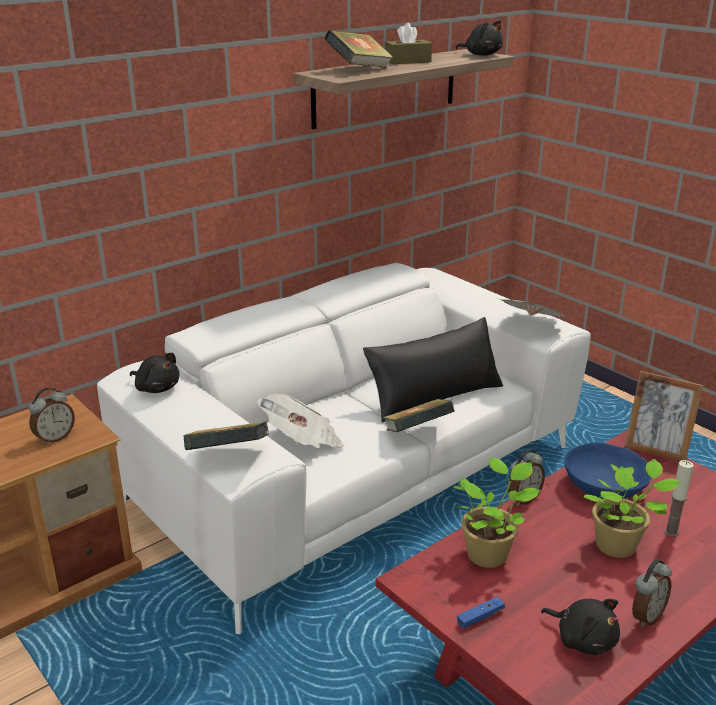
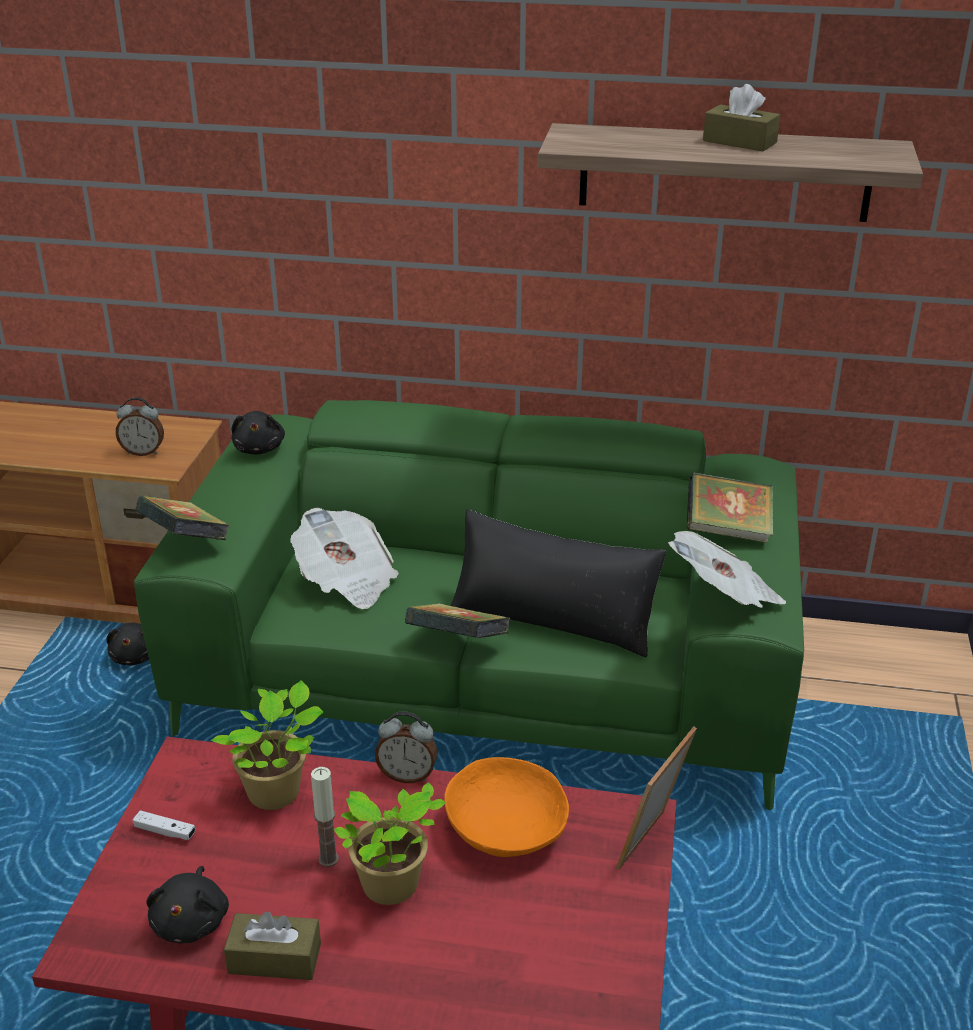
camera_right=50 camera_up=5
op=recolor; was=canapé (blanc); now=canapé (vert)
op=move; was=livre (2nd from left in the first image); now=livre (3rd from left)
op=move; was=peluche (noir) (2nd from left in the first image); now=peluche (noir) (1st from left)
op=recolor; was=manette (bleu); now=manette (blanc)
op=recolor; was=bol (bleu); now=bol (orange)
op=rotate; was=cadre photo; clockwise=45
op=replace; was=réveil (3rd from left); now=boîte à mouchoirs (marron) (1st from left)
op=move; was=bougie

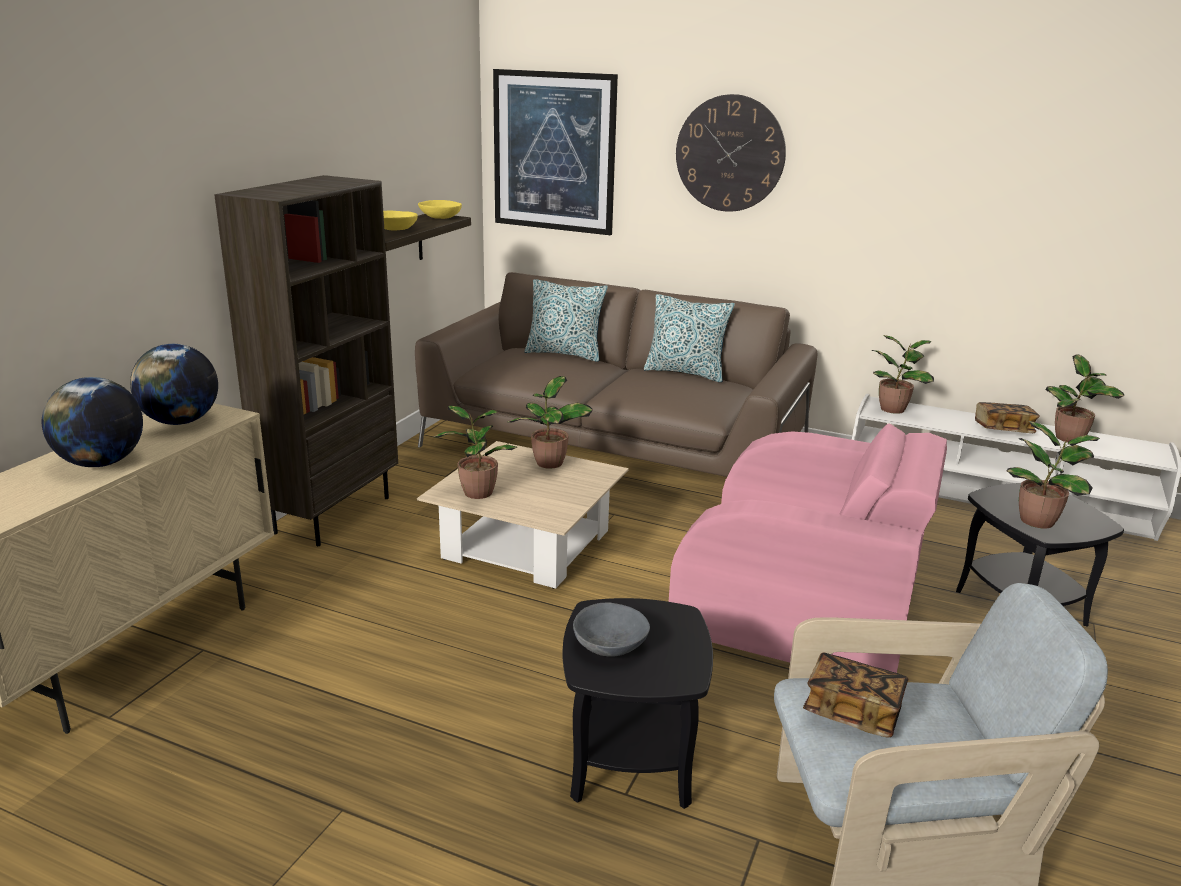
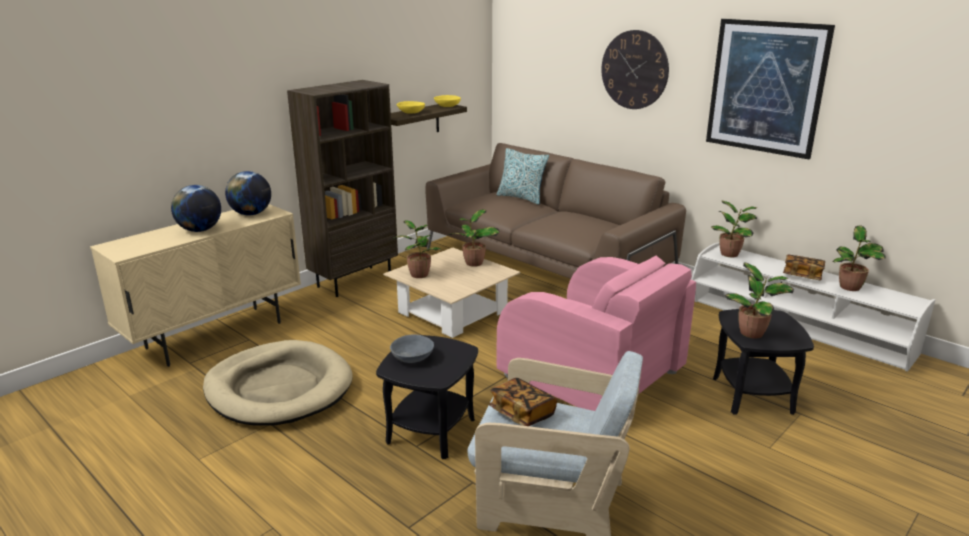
camera_right=20 camera_up=0
op=move; was=tableau
op=delete; was=coussin (2nd from left)
op=insert; now=panier pour chien (beige)

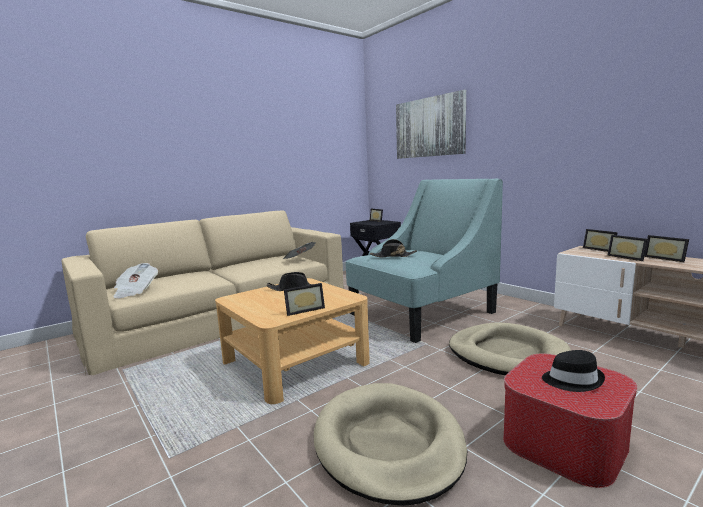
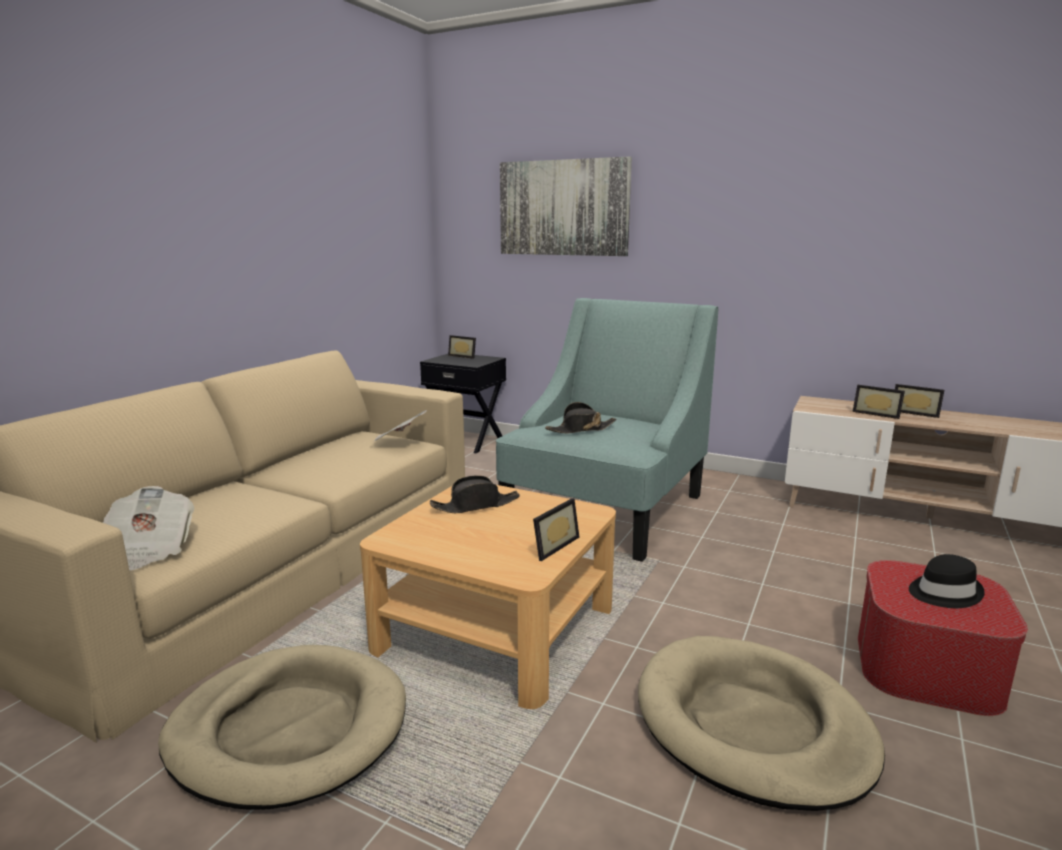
camera_right=-25 camera_up=5
op=move; was=panier pour chien (beige) (2nd from left in the first image); now=panier pour chien (beige) (1st from left)
op=delete; was=cadre photo (3rd from left)

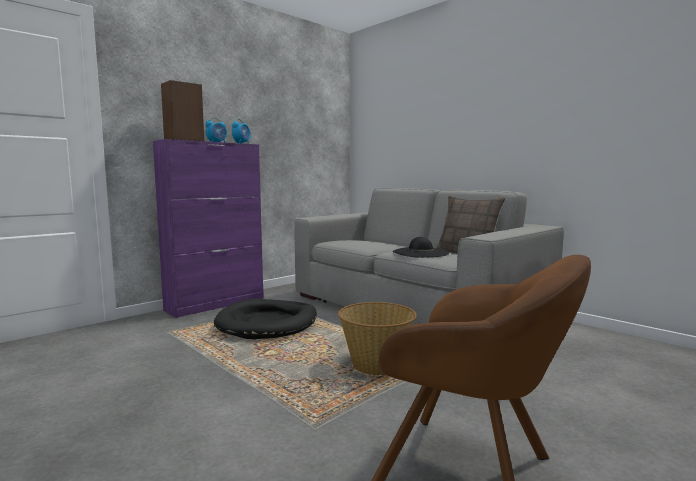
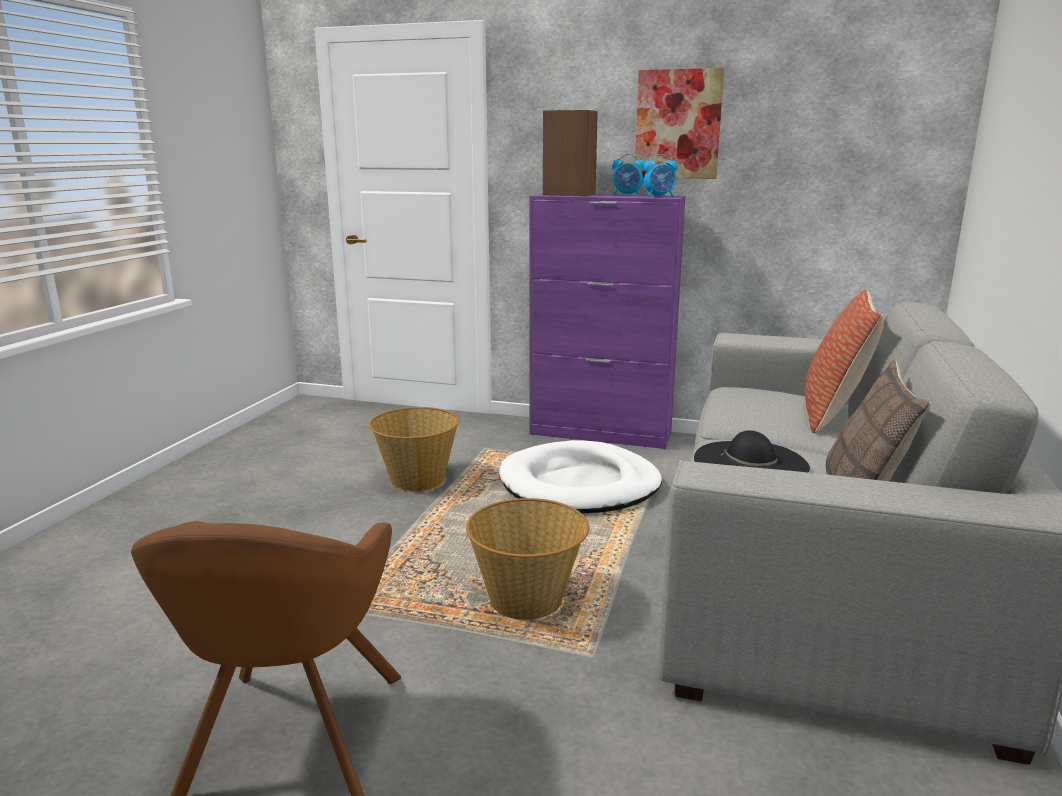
camera_right=60 camera_up=10
op=recolor; was=panier pour chien (noir); now=panier pour chien (blanc)
op=insert; now=panier (1st from left)
op=insert; now=tableau
op=insert; now=coussin (1st from left)

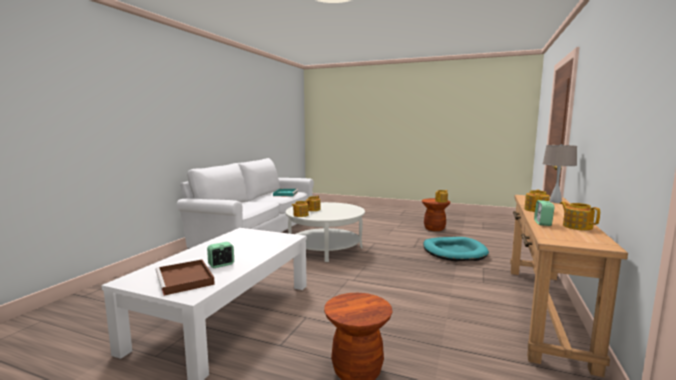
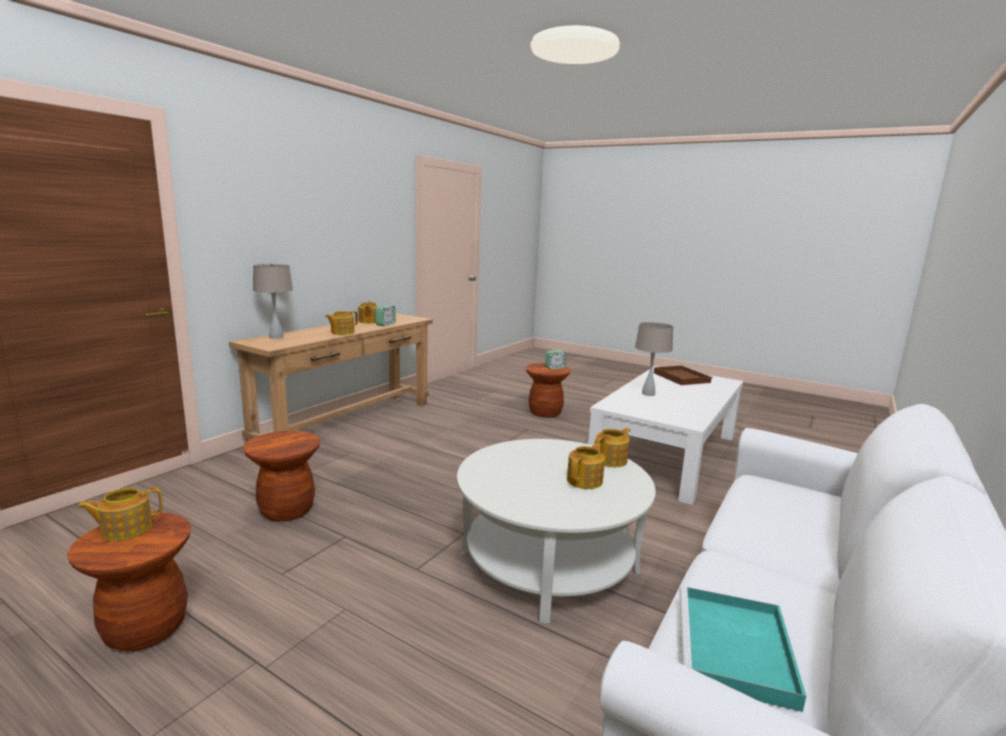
camera_right=-170 camera_up=5
op=move; was=réveil (1st from left in the first image); now=réveil (2nd from left)
op=replace; was=panier pour chien (turquoise); now=tabouret (marron) (2nd from left)
op=insert; now=lampe de table (beige) (2nd from left)

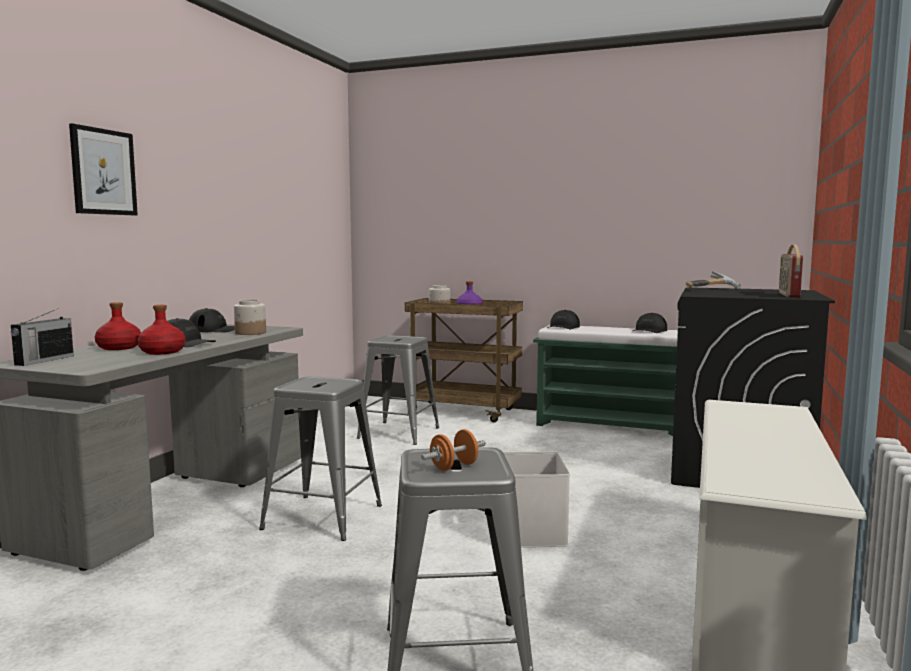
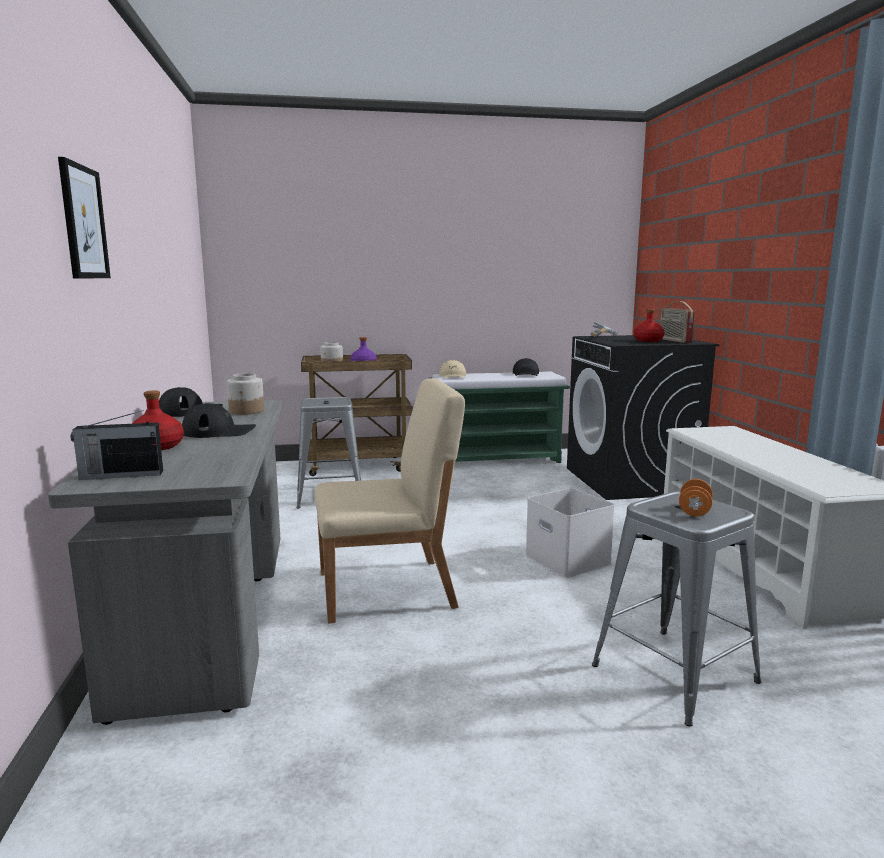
camera_right=-30 camera_up=5
op=rotate; was=radio (1st from left); clockwise=90
op=move; was=bouteille (rouge) (2nd from left)
op=replace; was=tabouret (gris) (1st from left); now=chaise (beige)
op=recolor; was=casquette (noir) (3rd from left); now=casquette (beige)

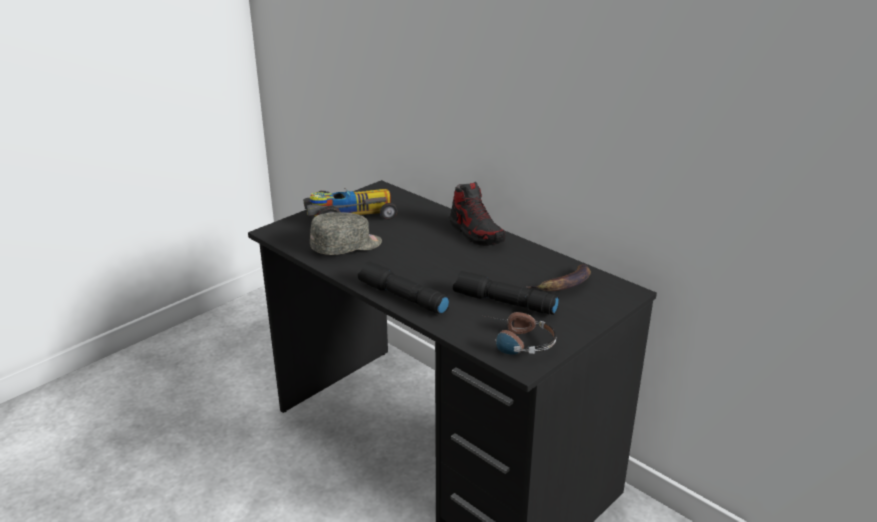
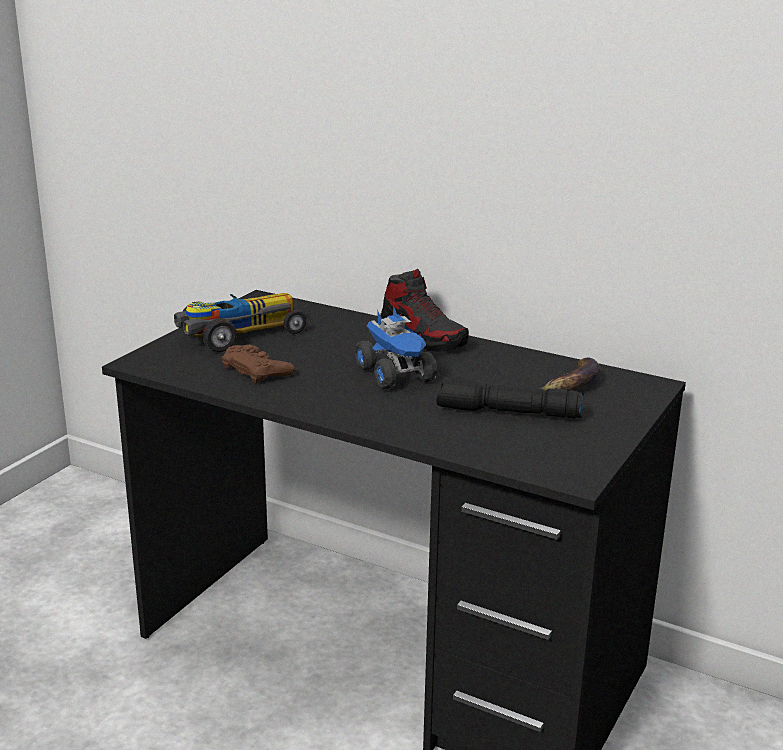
camera_right=-15 camera_up=-5
op=replace; was=casquette (gris); now=manette (marron)
op=delete; was=lampe de poche (noir) (1st from left)
op=delete; was=casque audio
op=insert; now=camion jouet

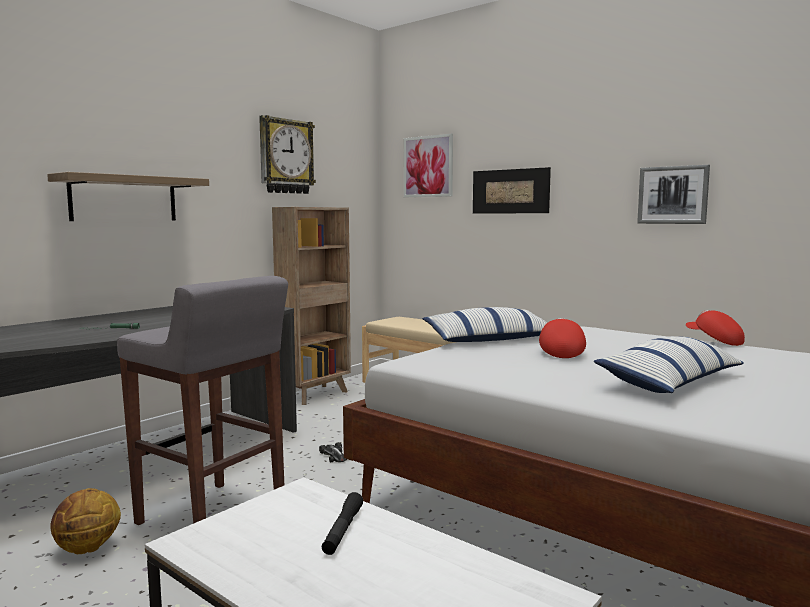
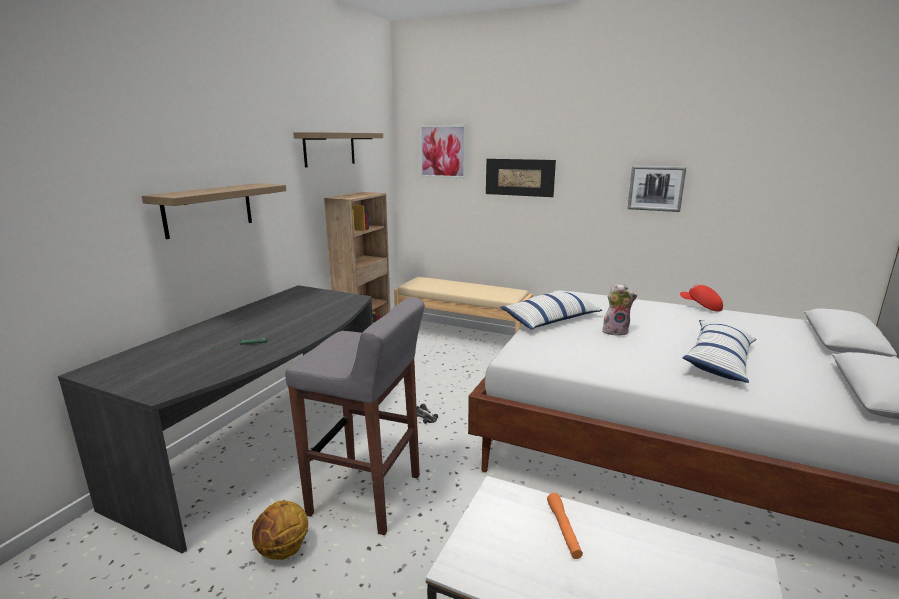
camera_right=-15 camera_up=10
op=replace; was=horloge murale; now=étagère (2nd from left)
op=recolor; was=lampe de poche (noir); now=lampe de poche (orange)
op=replace; was=casquette (rouge) (1st from left); now=peluche

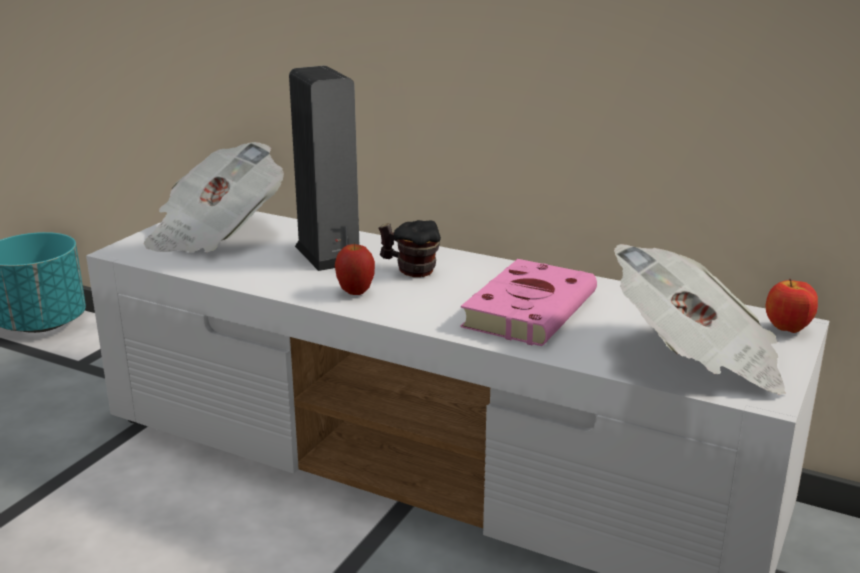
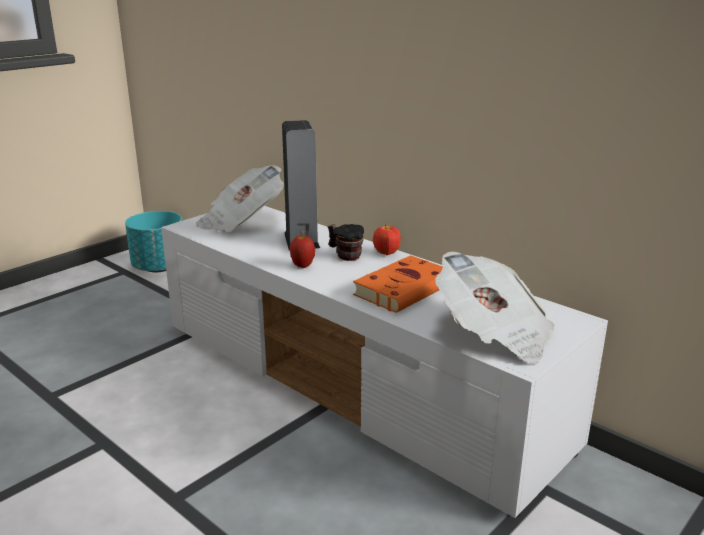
camera_right=15 camera_up=0
op=recolor; was=livre (rose); now=livre (orange)
op=move; was=pomme (2nd from left)

